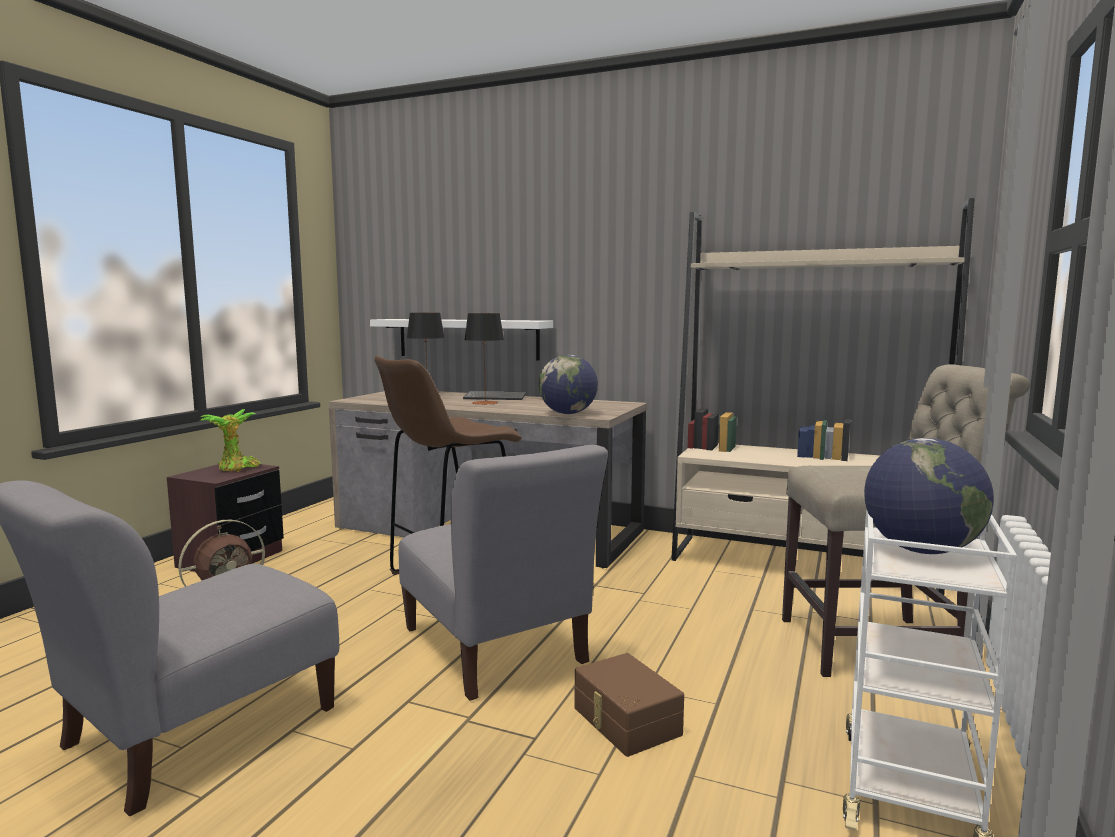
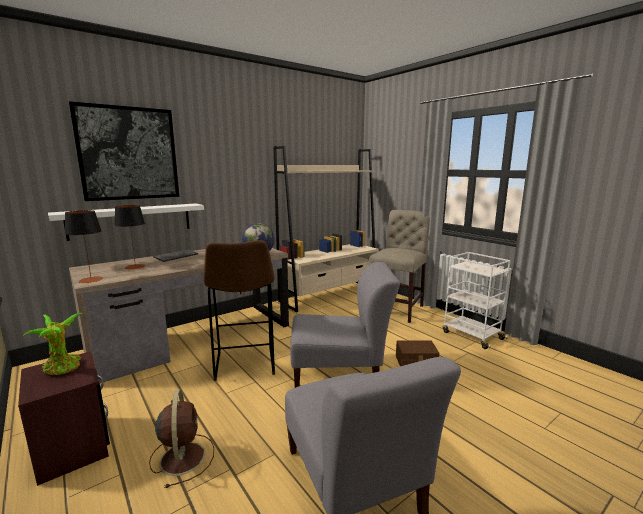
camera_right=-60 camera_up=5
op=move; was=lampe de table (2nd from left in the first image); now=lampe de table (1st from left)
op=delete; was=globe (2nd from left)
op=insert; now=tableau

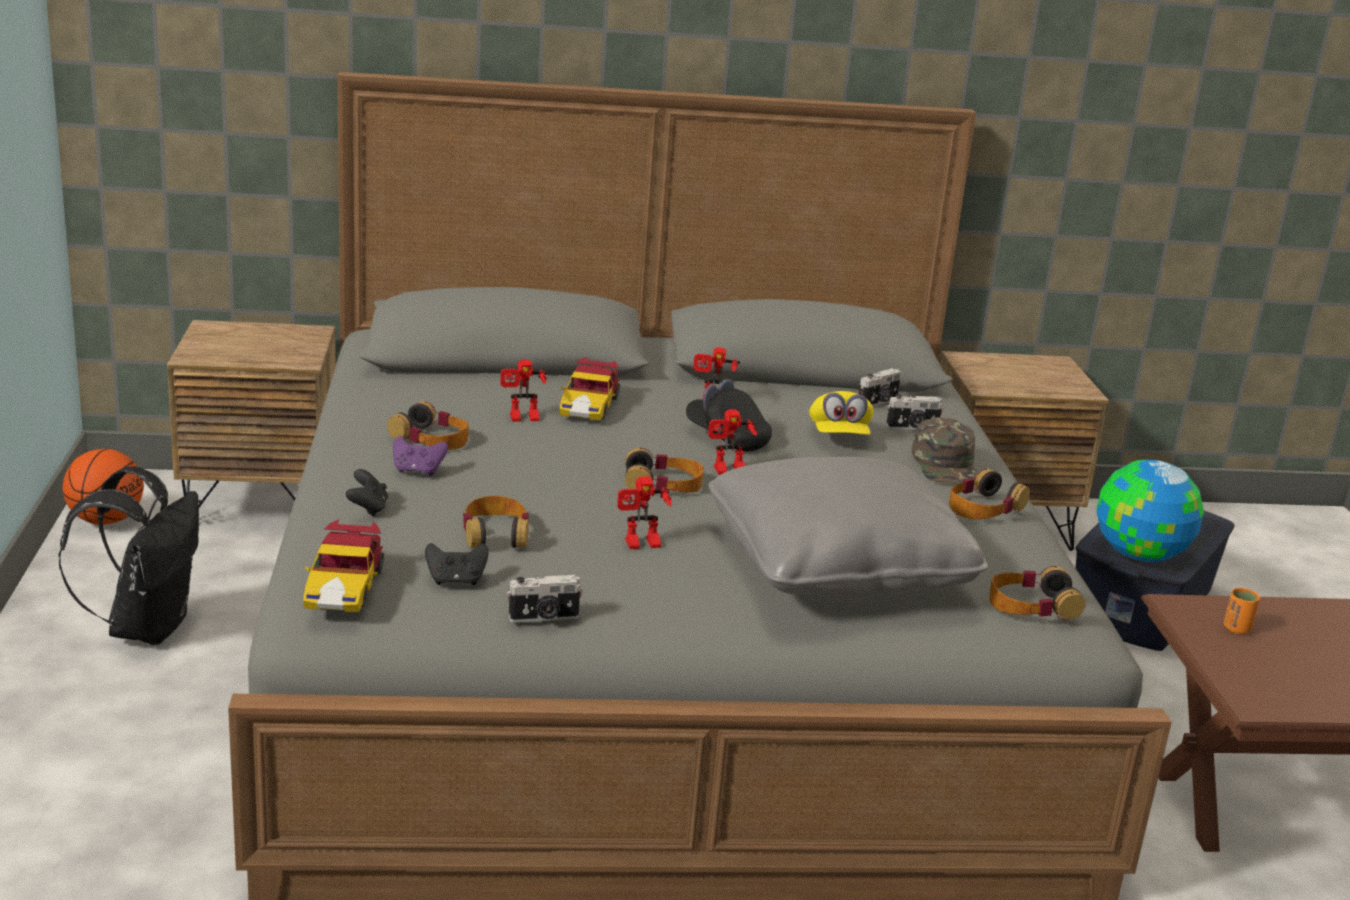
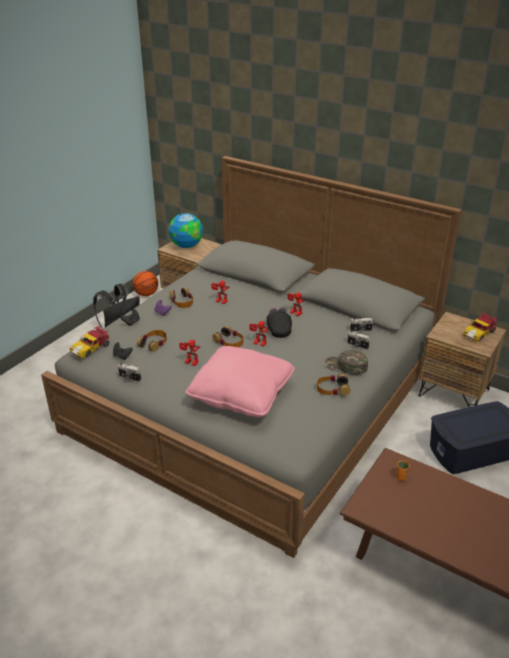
camera_right=40 camera_up=10
op=move; was=petite voiture (2nd from left)
op=recolor; was=coussin (gris); now=coussin (rose)
op=delete; was=casquette (jaune)
op=rotate; was=casquette (vert); clockwise=75
op=delete; was=casque audio (5th from left)
op=move; was=globe

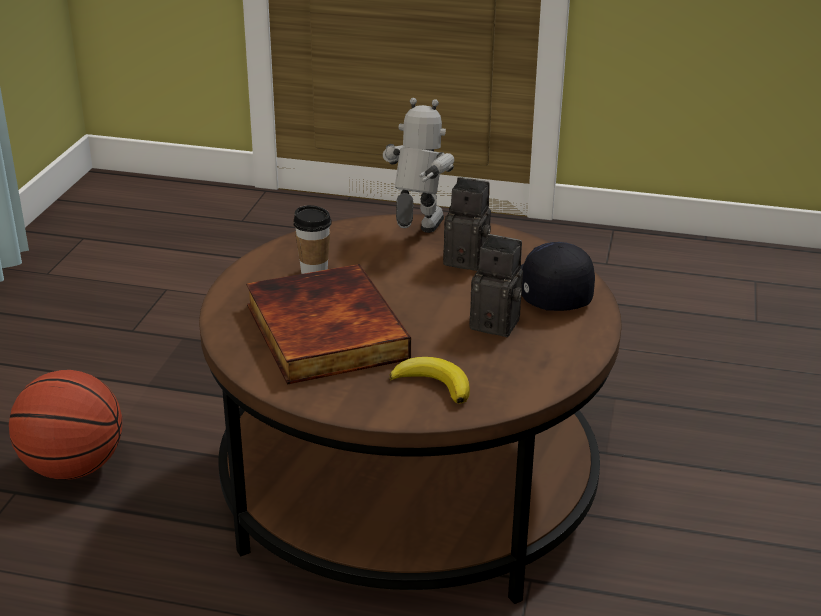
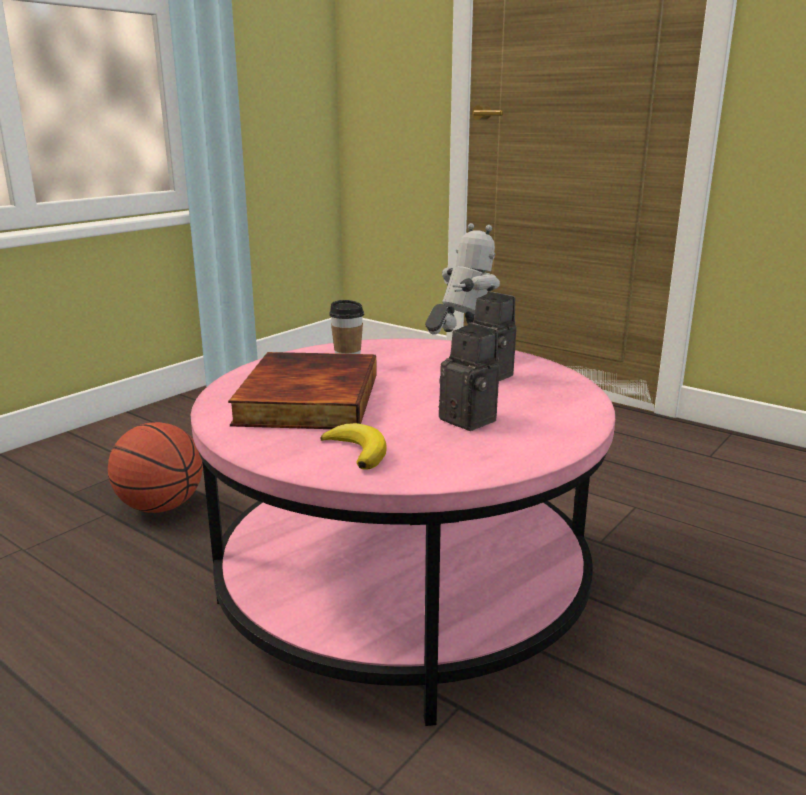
camera_right=25 camera_up=-10
op=recolor; was=table basse (marron); now=table basse (rose)
op=delete; was=casquette (noir)

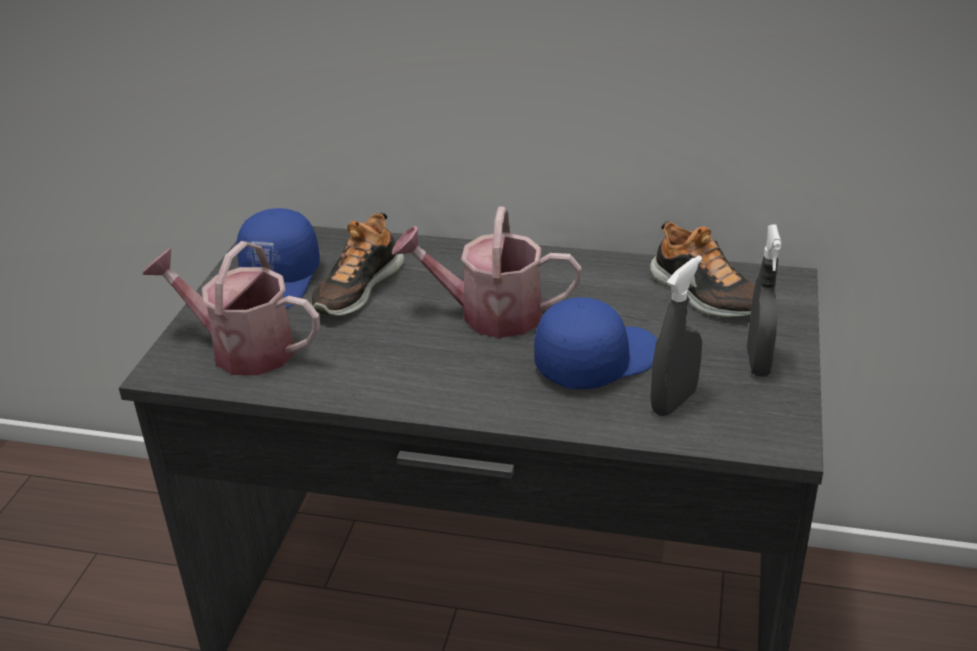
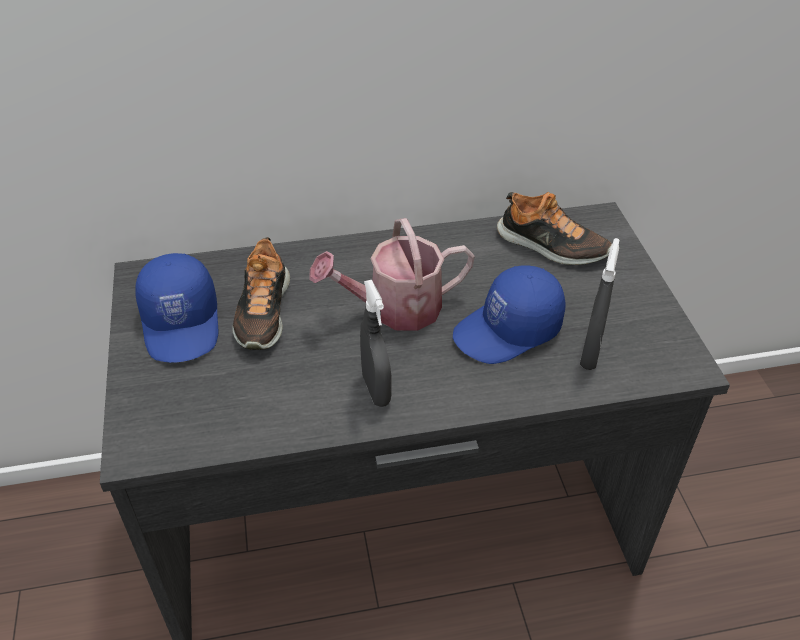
camera_right=-25 camera_up=10
op=delete; was=arrosoir (1st from left)
op=rotate; was=casquette (bleu) (2nd from left); clockwise=-150
op=move; was=vaporisateur (gris) (2nd from left in the first image); now=vaporisateur (gris) (1st from left)

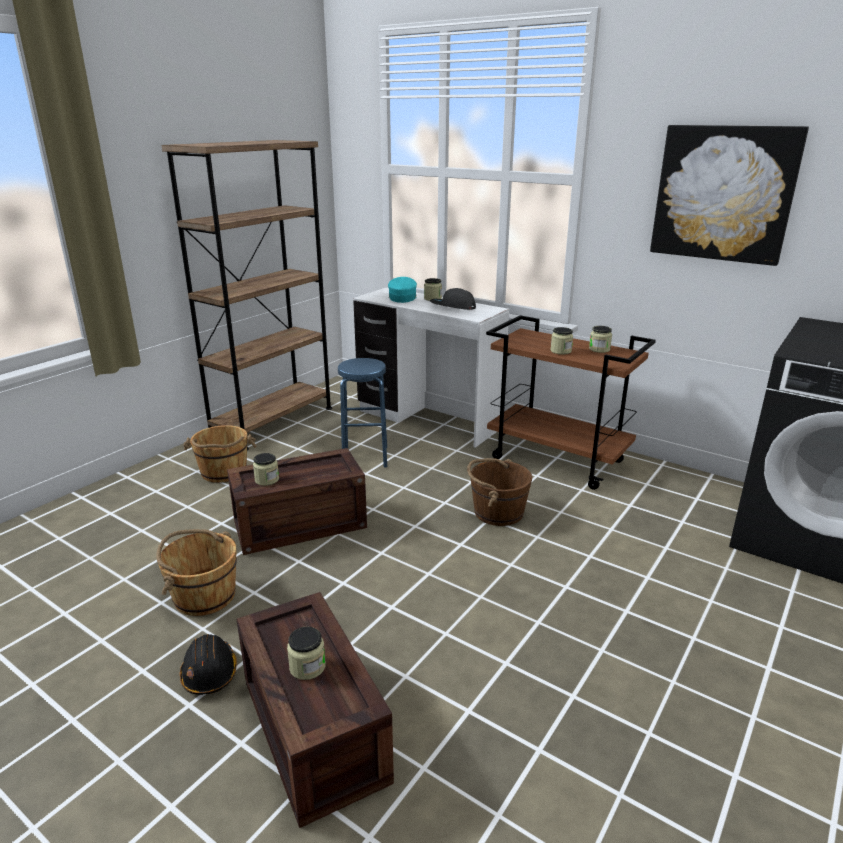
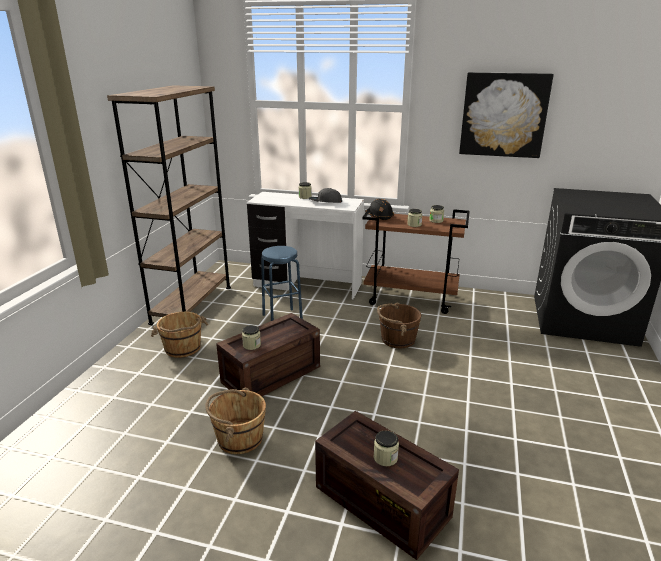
camera_right=-20 camera_up=0
op=move; was=casque de chantier (noir)
op=delete; was=casquette (turquoise)

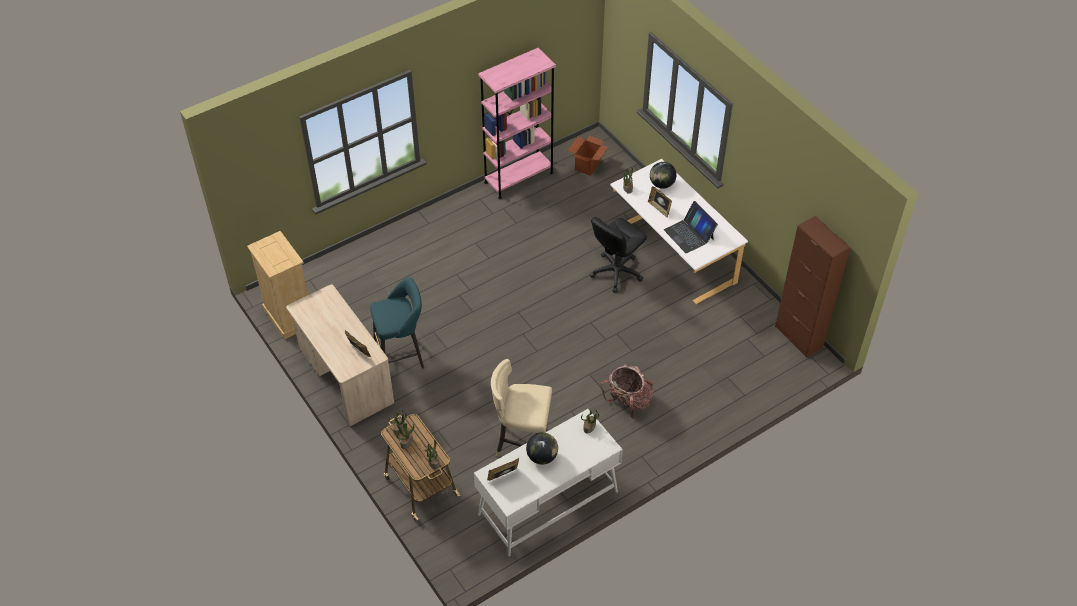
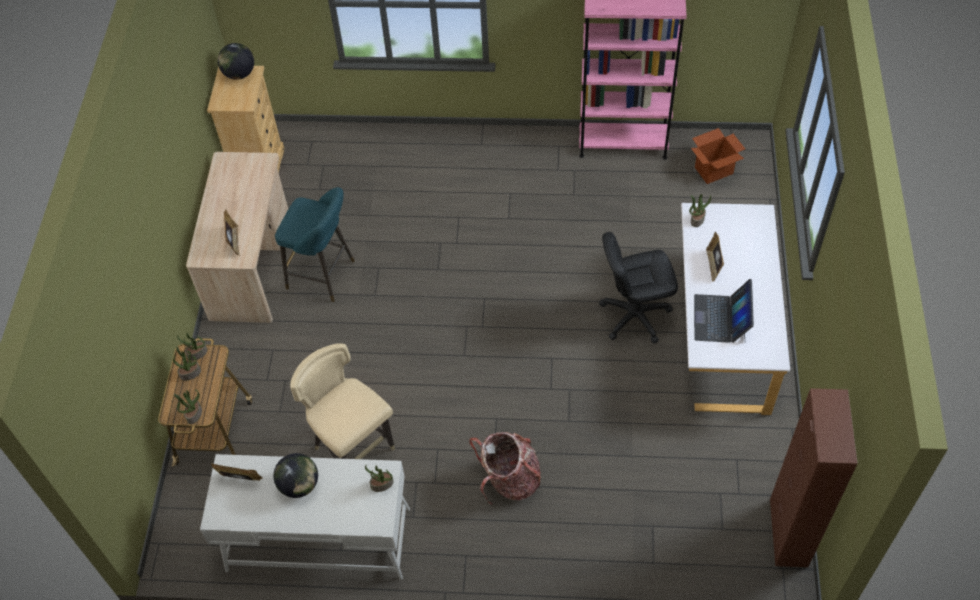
camera_right=40 camera_up=5
op=move; was=globe (2nd from left in the first image); now=globe (1st from left)

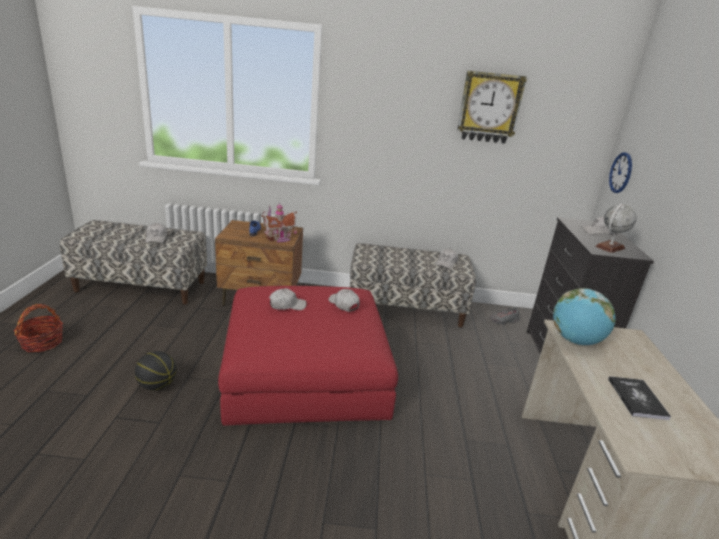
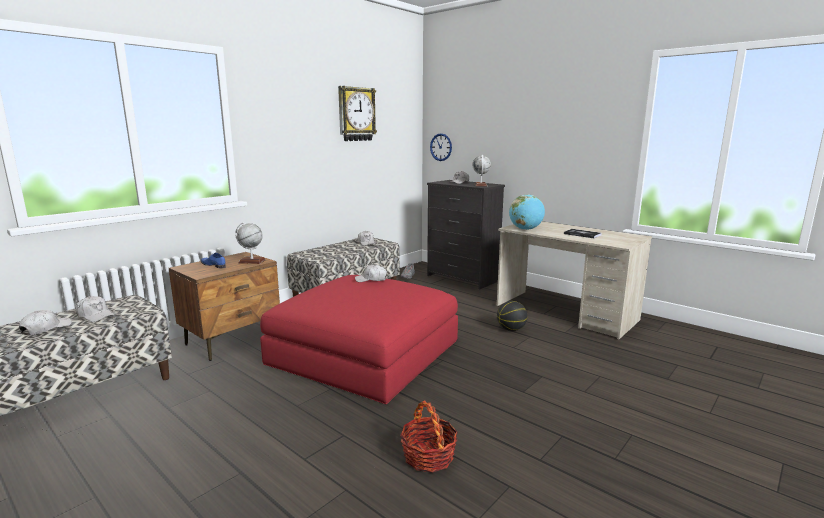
camera_right=-50 camera_up=-10
op=move; was=panier
op=move; was=ballon de basket
op=replace; was=maison miniature; now=globe (1st from left)
op=move; was=casquette (blanc) (2nd from left in the first image); now=casquette (blanc) (1st from left)

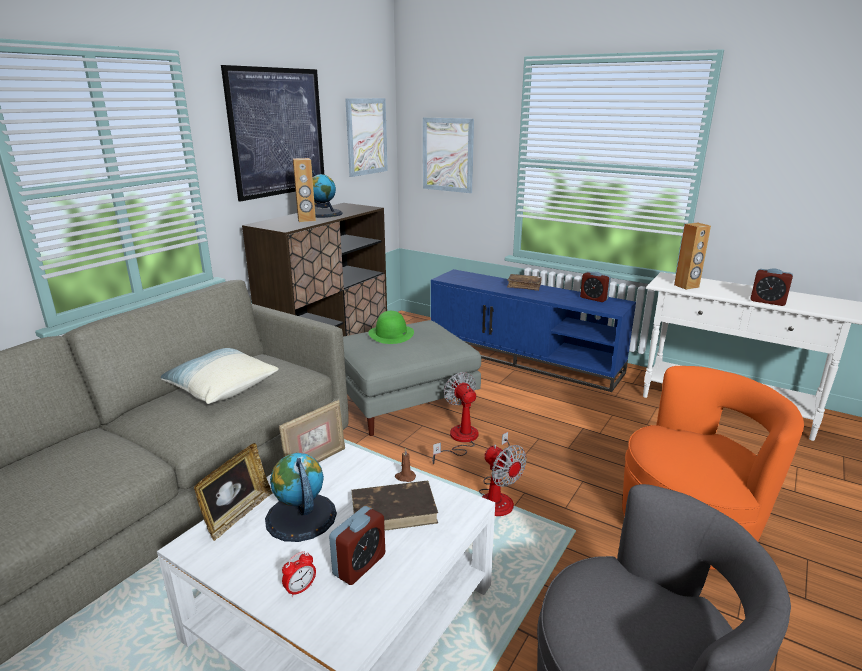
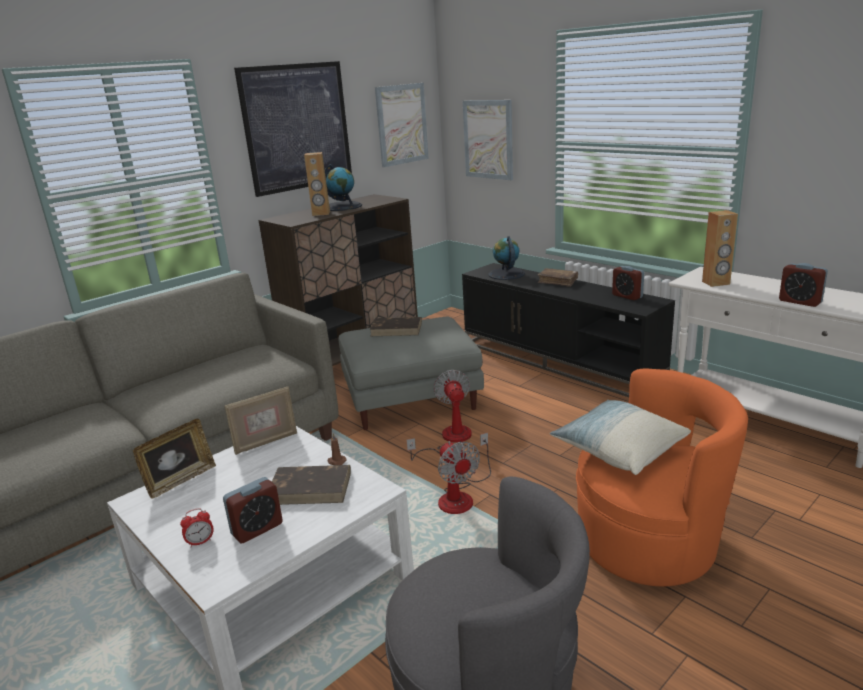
camera_right=15 camera_up=0
op=move; was=coussin
op=move; was=globe (1st from left in the first image); now=globe (2nd from left)
op=replace; was=chapeau (vert); now=livre (marron) (2nd from left)
op=recolor; was=meuble télé (bleu); now=meuble télé (noir)

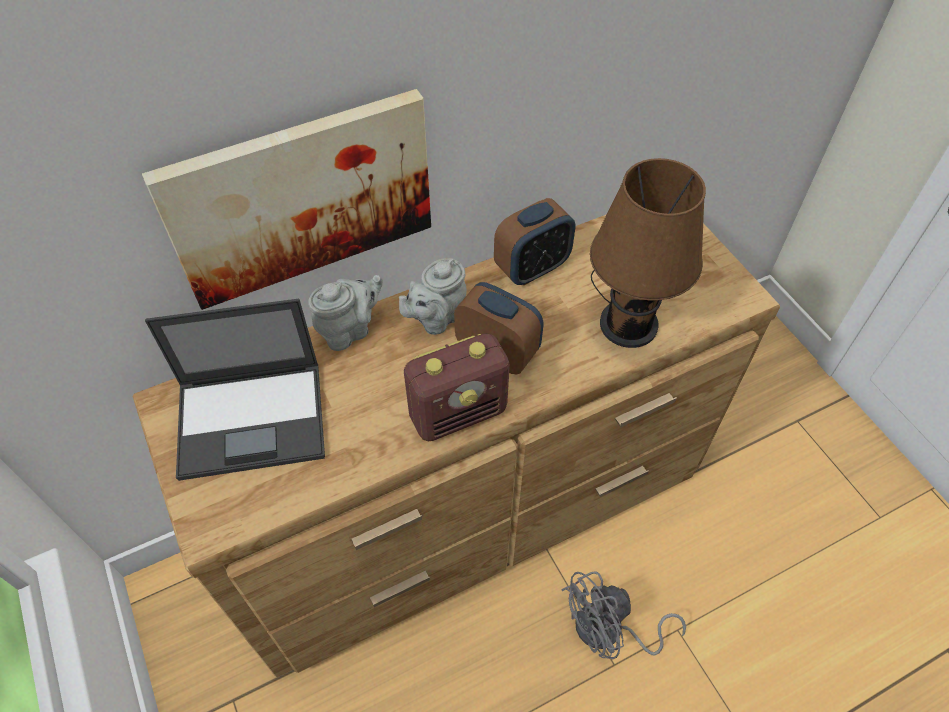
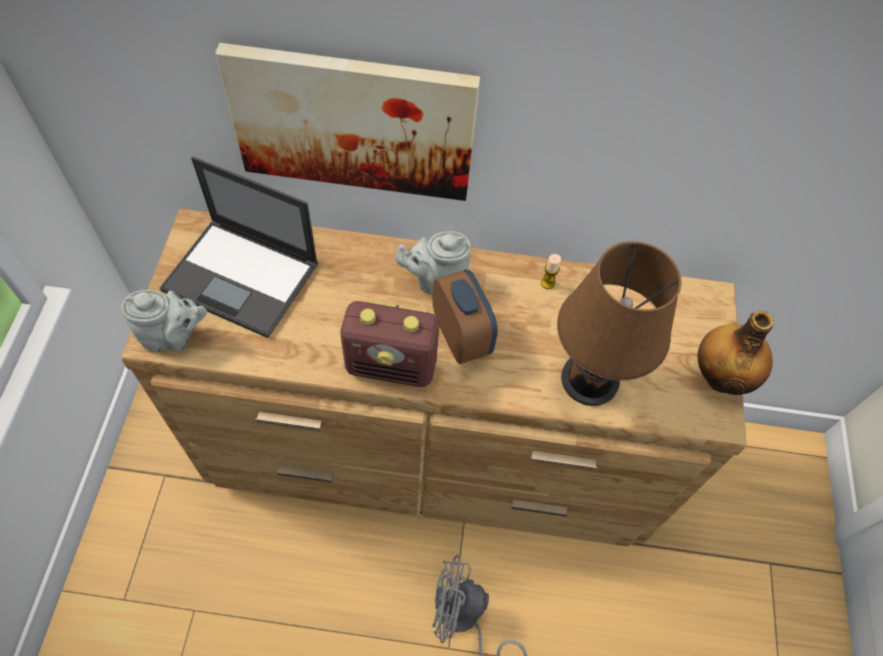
camera_right=30 camera_up=5
op=move; was=théière (gris) (1st from left)
op=replace; was=réveil (2nd from left); now=bougie
op=insert; now=bouteille

